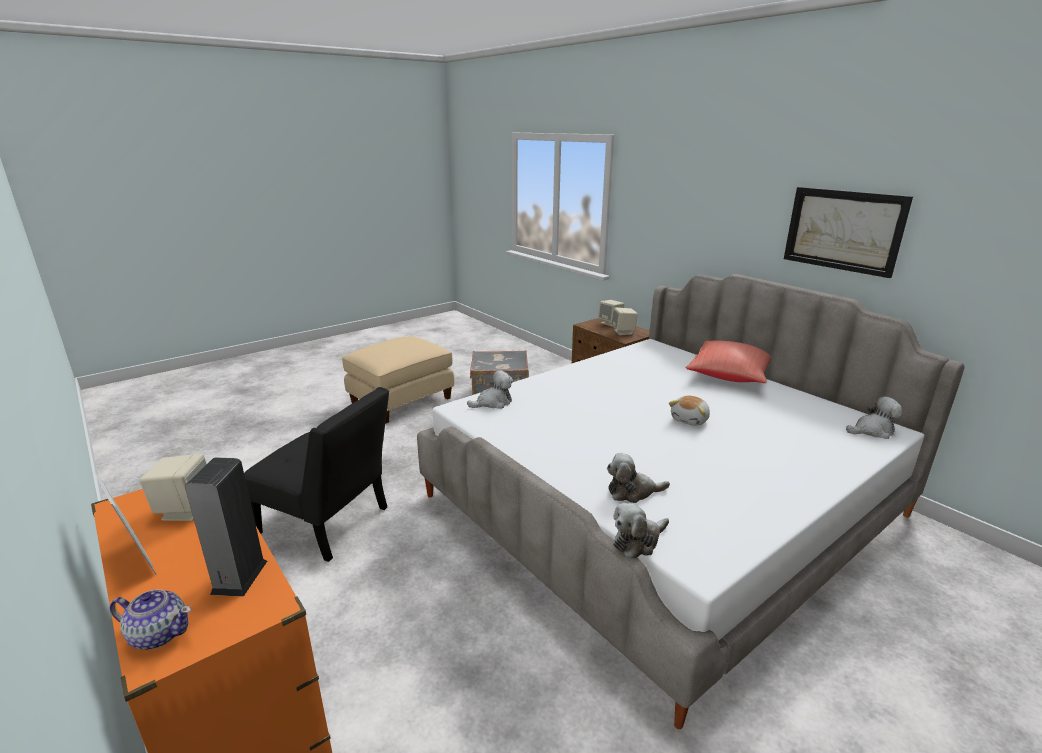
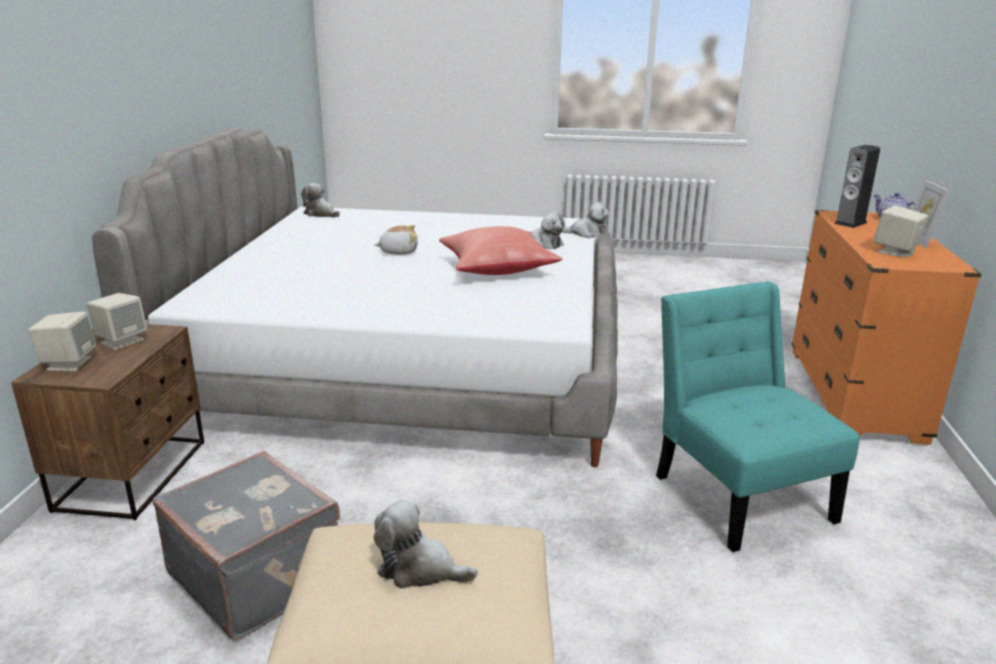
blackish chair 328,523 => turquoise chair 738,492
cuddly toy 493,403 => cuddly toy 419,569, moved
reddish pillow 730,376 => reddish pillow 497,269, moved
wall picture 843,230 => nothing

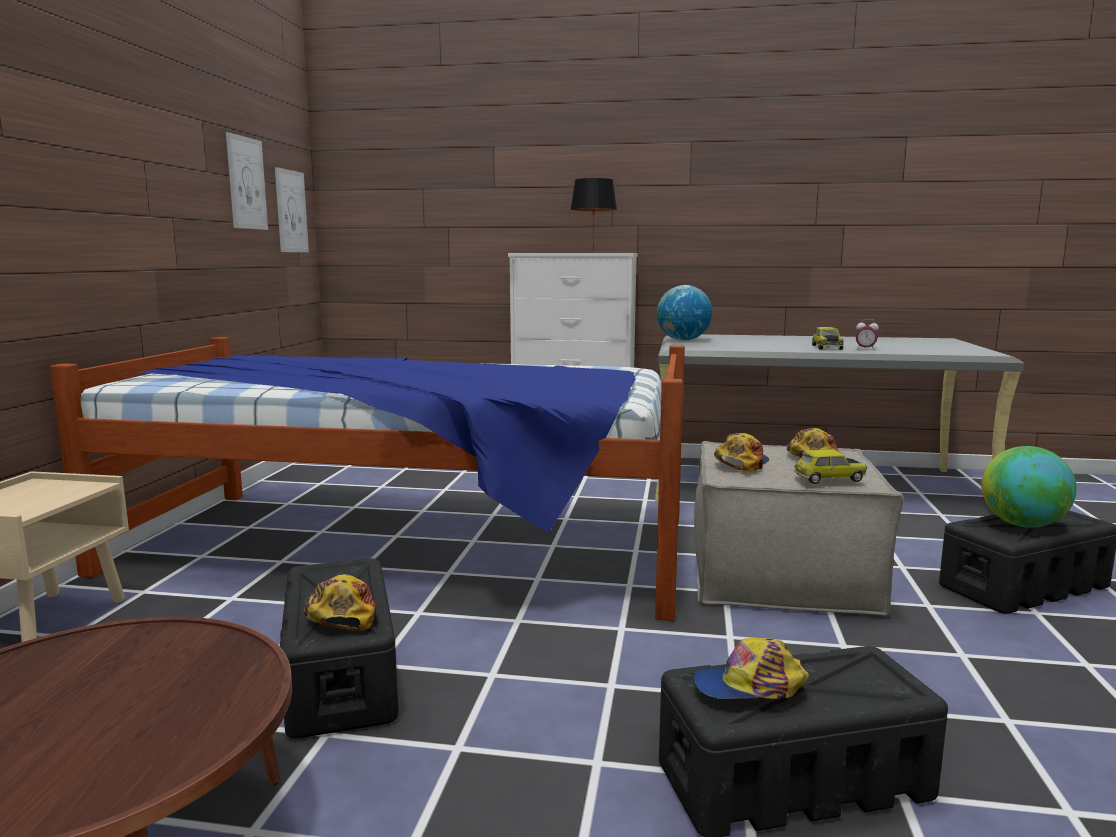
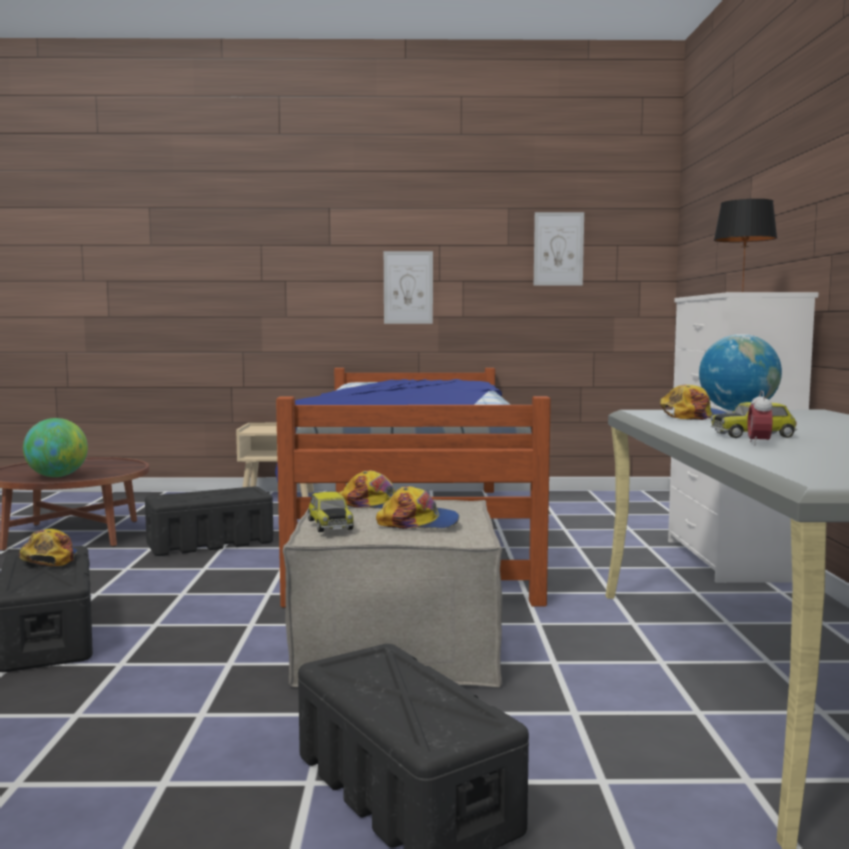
wall picture 291,211 => wall picture 408,287, moved
cap 341,613 => cap 693,416, moved
globe 1022,525 => globe 57,476, moved

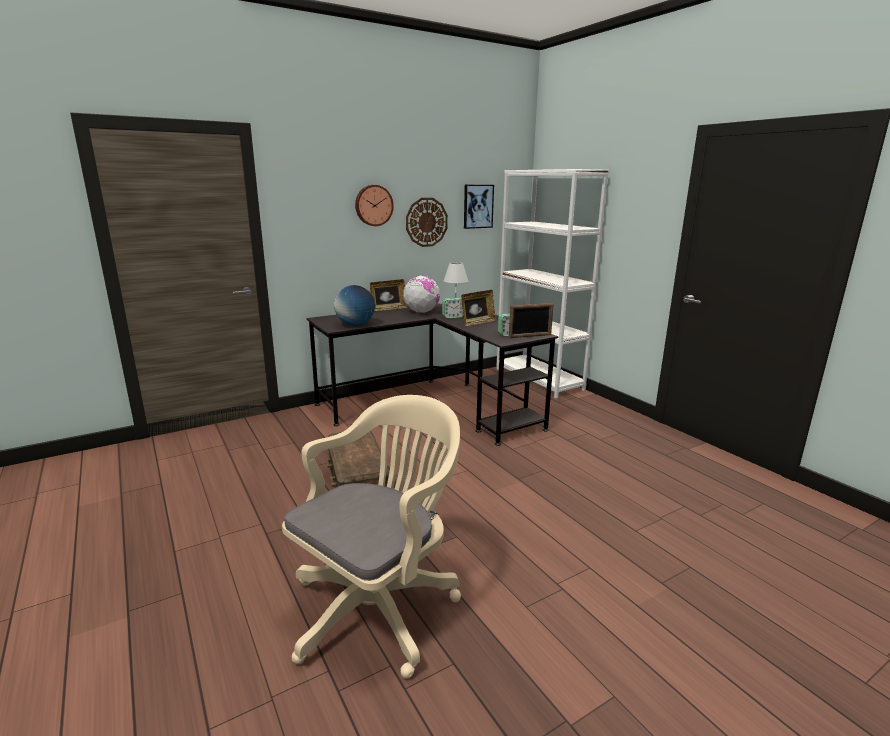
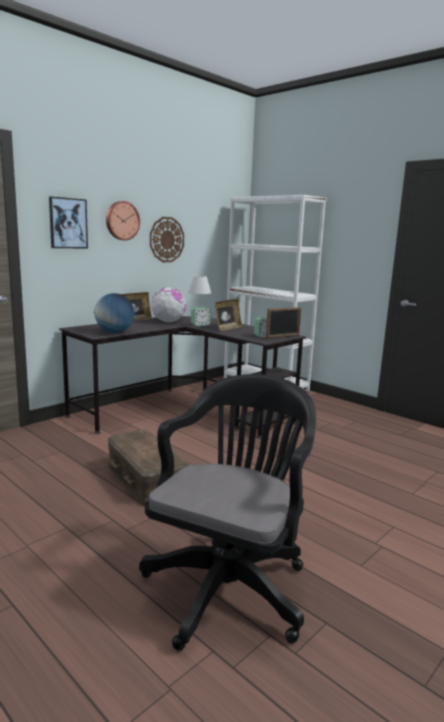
sand-coloured computer chair 380,605 => blackish computer chair 230,584
wall picture 478,206 => wall picture 68,223, moved

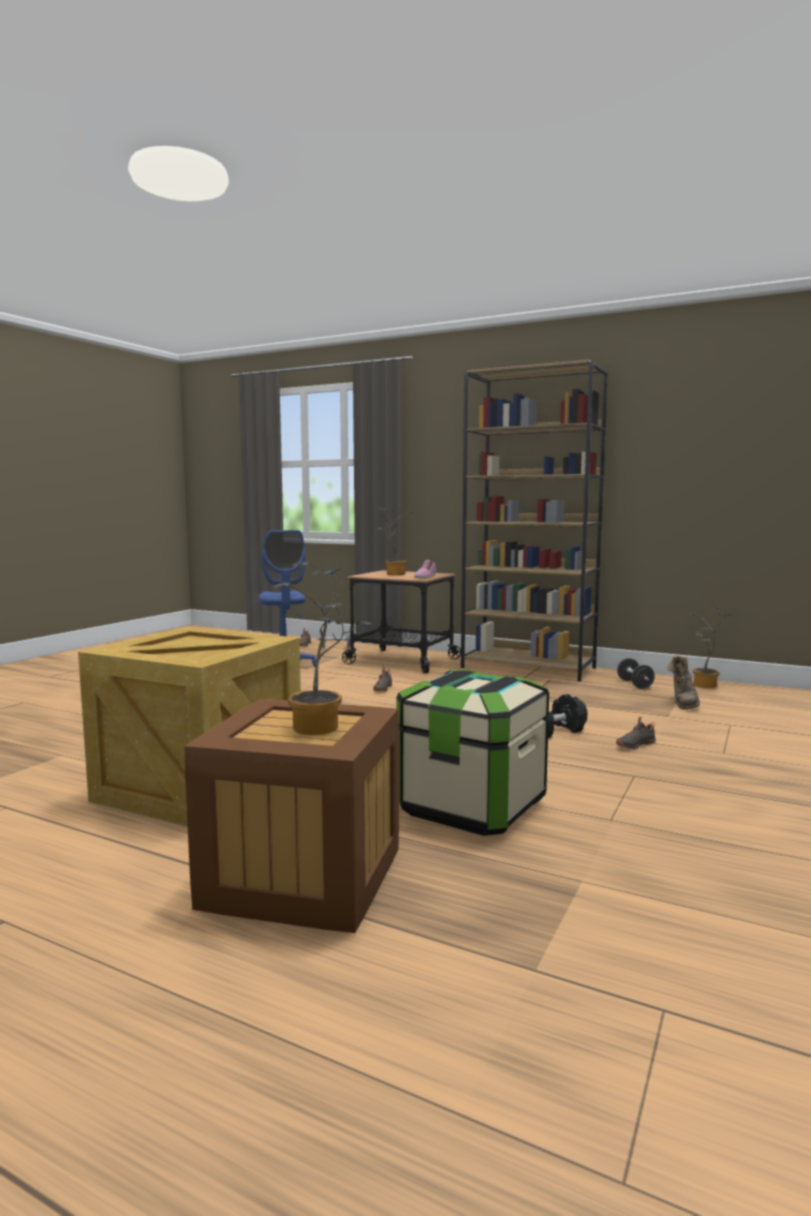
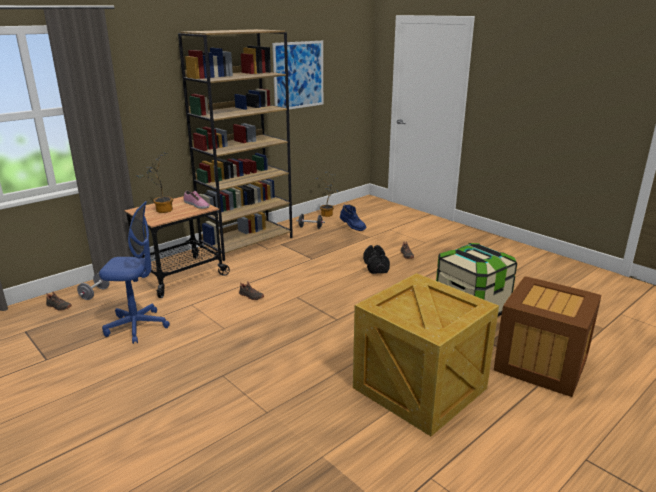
houseplant 322,729 => nothing
brown tall boot 683,703 => blue tall boot 352,228
nothing => wall picture 298,75

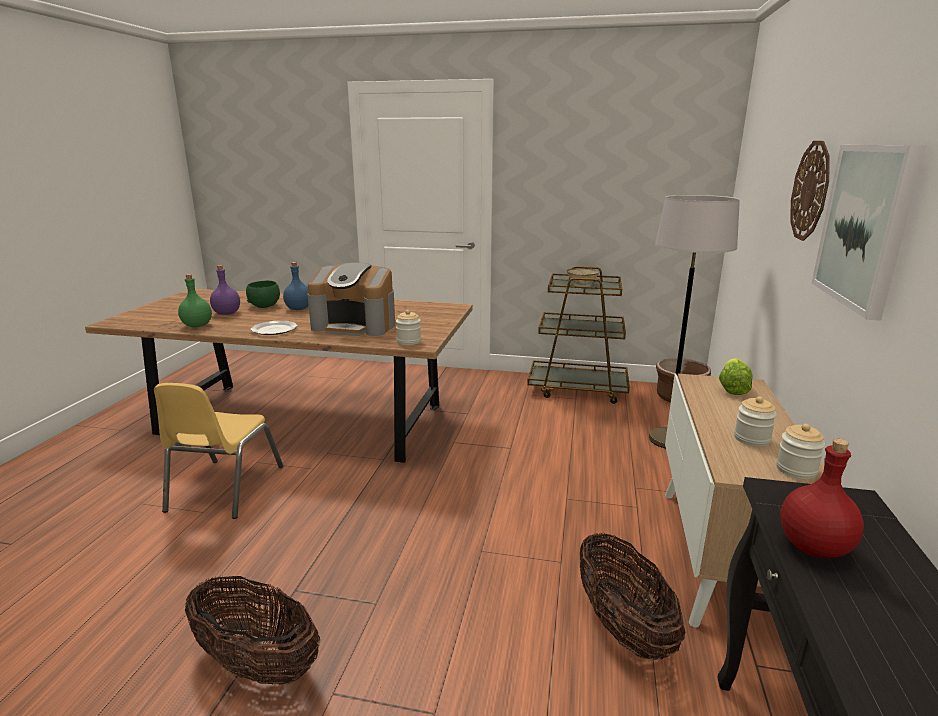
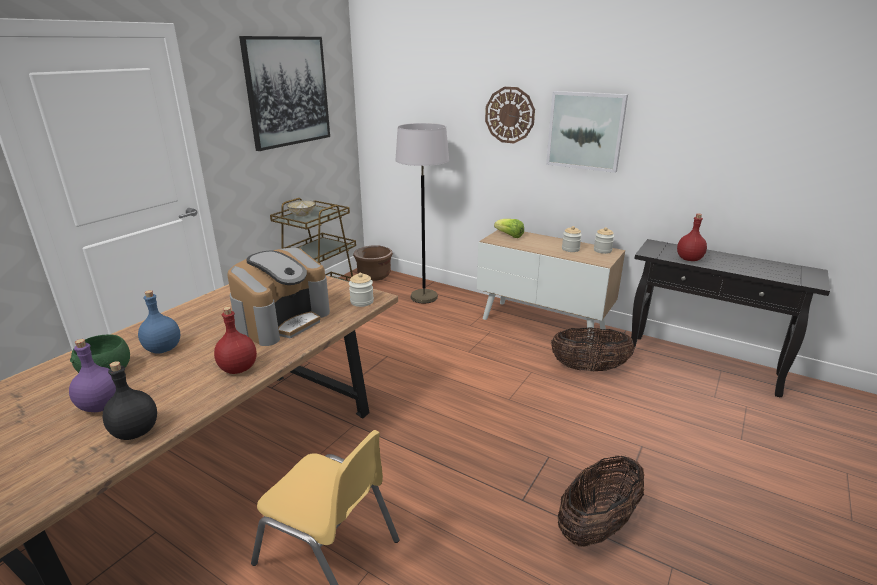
green drink bottle 196,325 => blackish drink bottle 135,432
dinner plate 275,330 => reddish drink bottle 238,368
nothing => wall picture 288,92

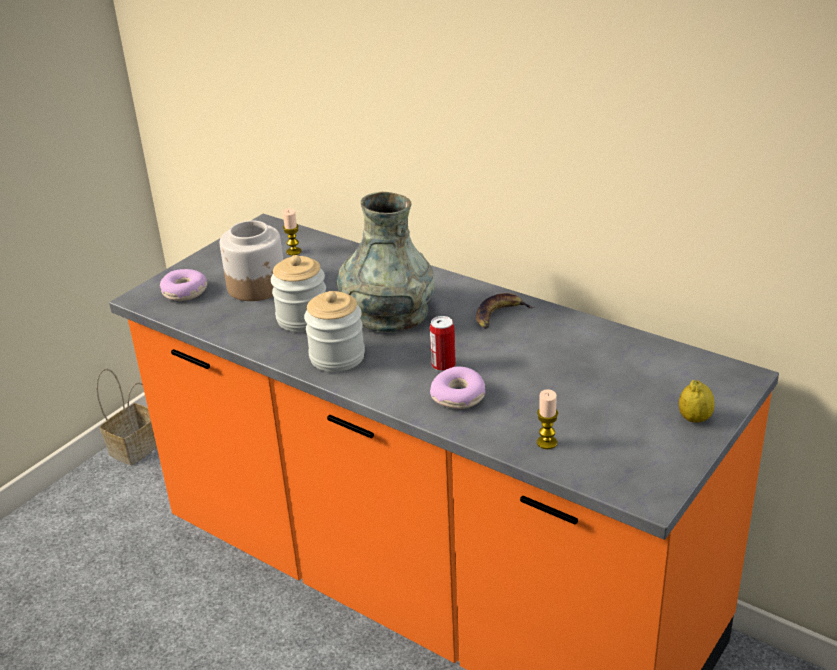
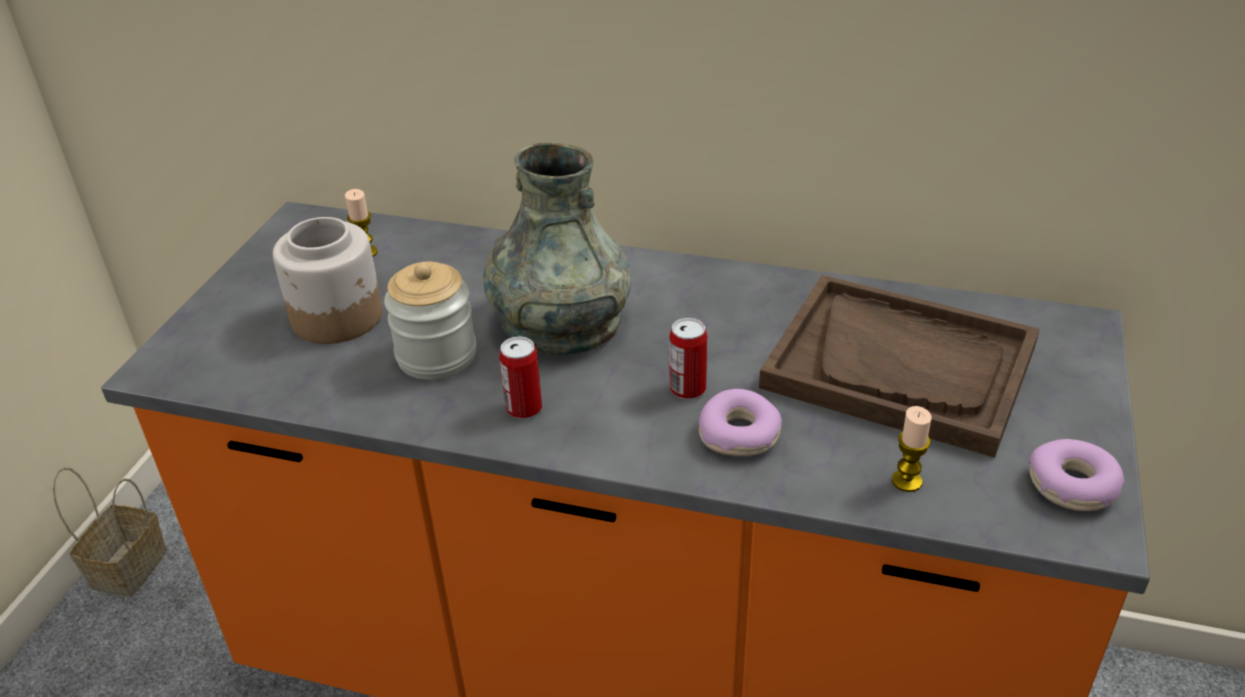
doughnut 184,292 => doughnut 1072,486, moved
jar 337,357 => can 524,408
banana 499,315 => nothing
citrus fruit 694,419 => nothing
nothing => brown serving tray 900,367

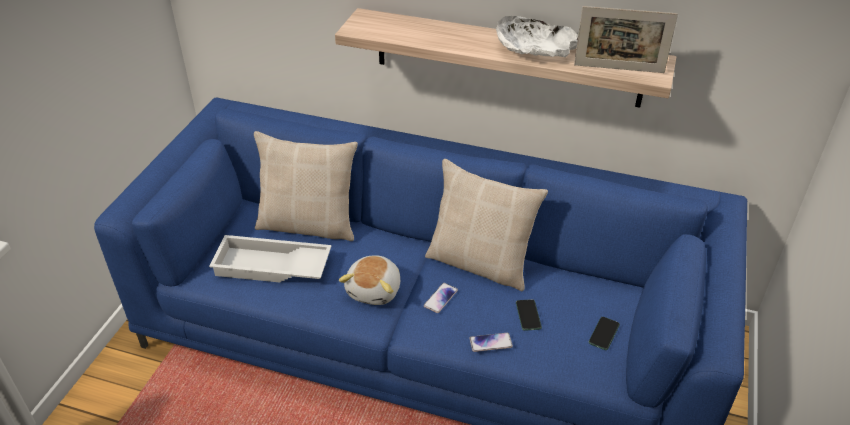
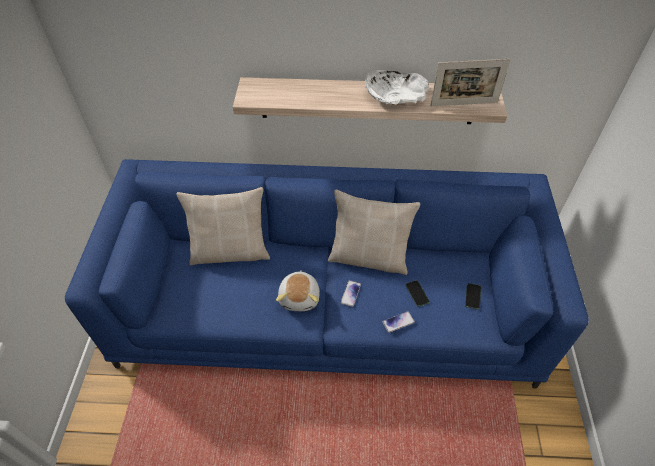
whitish serving tray 271,267 => nothing

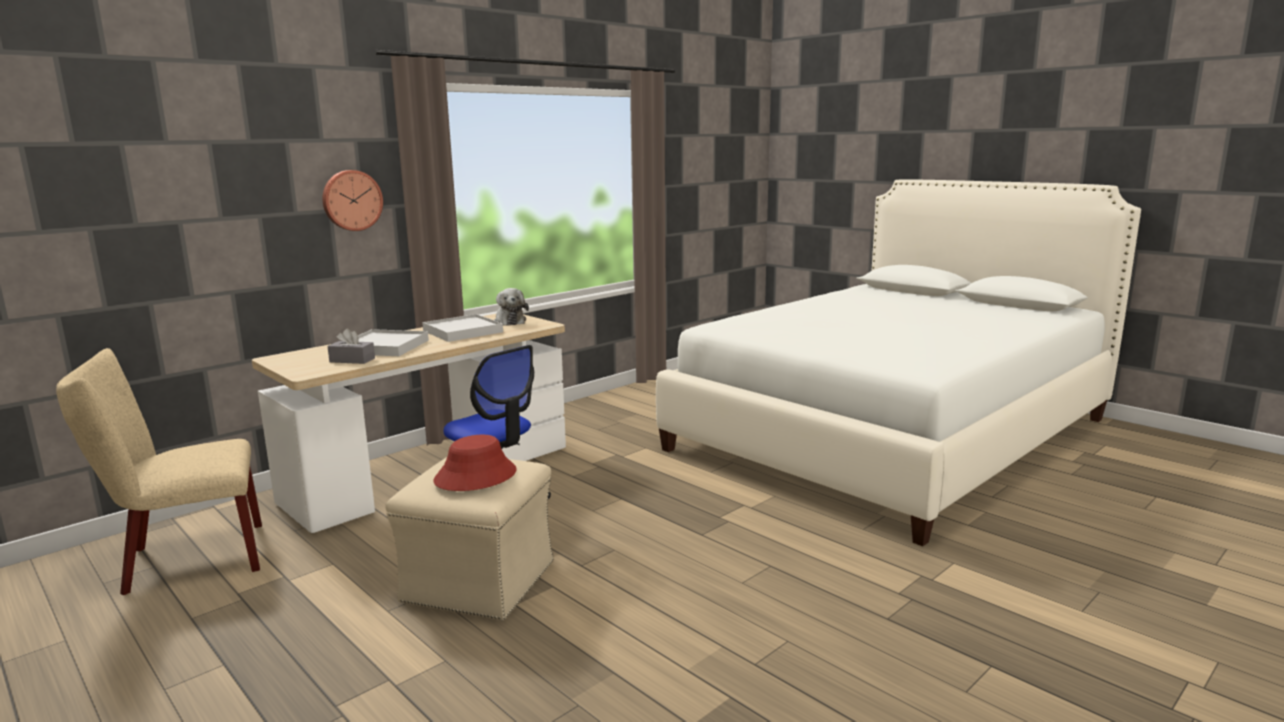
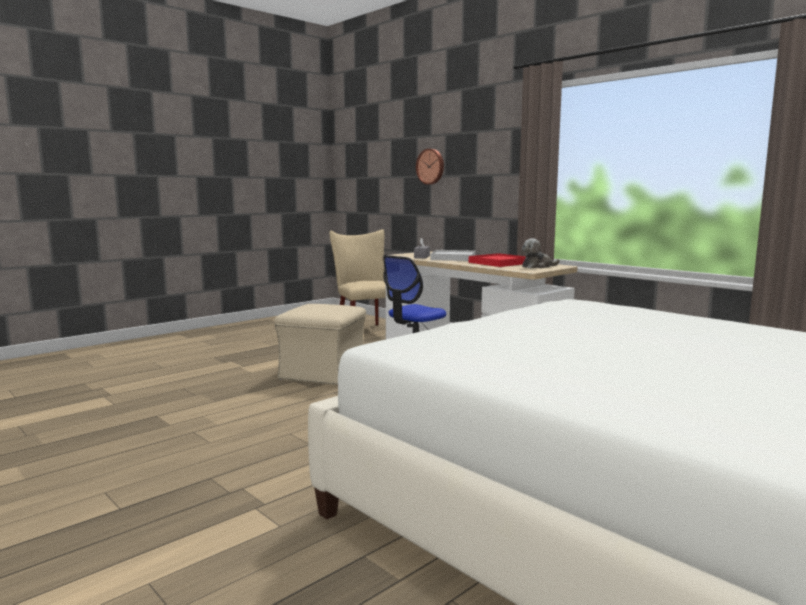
wall clock 351,200 => wall clock 431,166, moved
whitish serving tray 462,331 => reddish serving tray 499,263
reddish wearable hat 475,476 => nothing

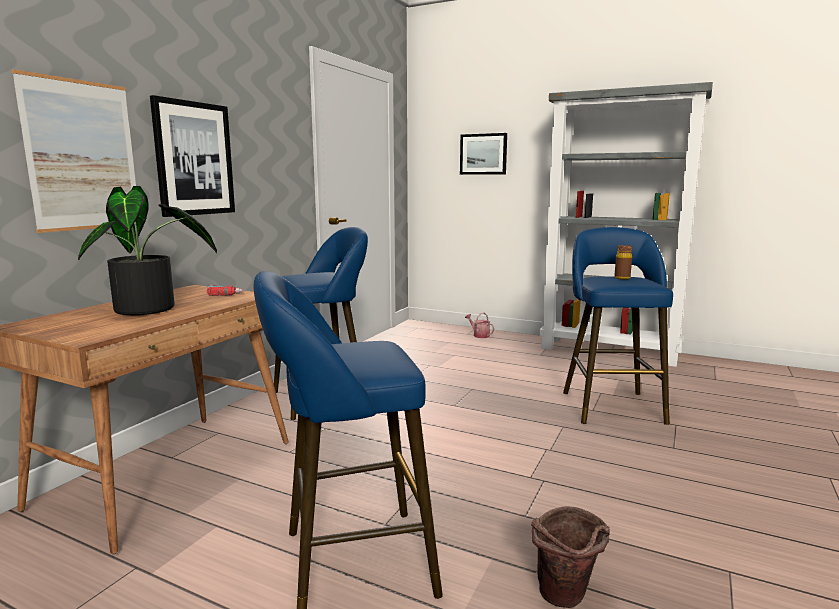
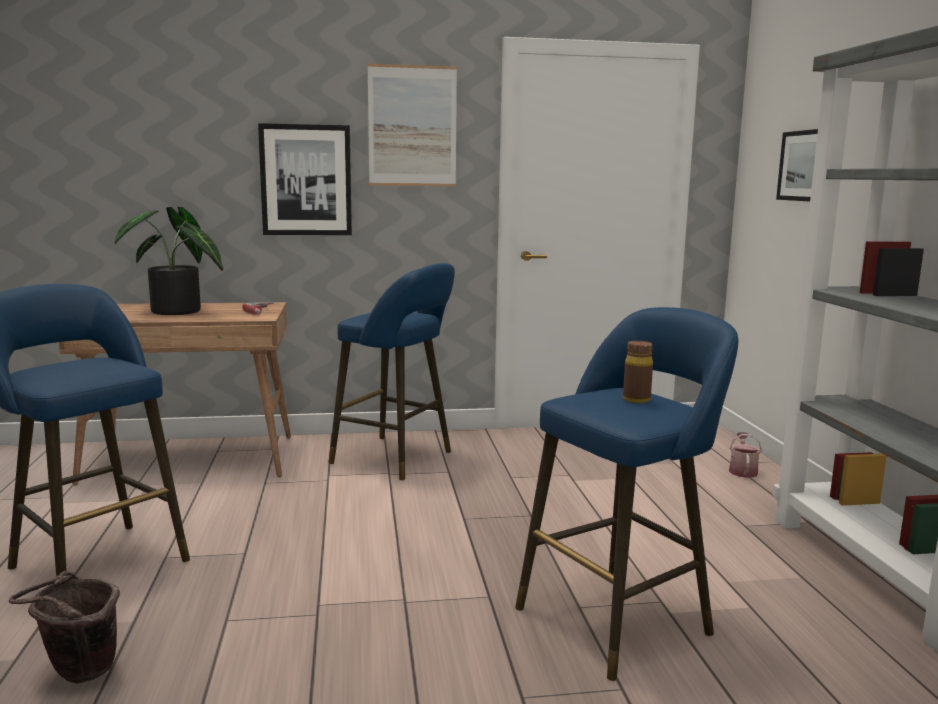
wall picture 82,156 => wall picture 412,126, moved

